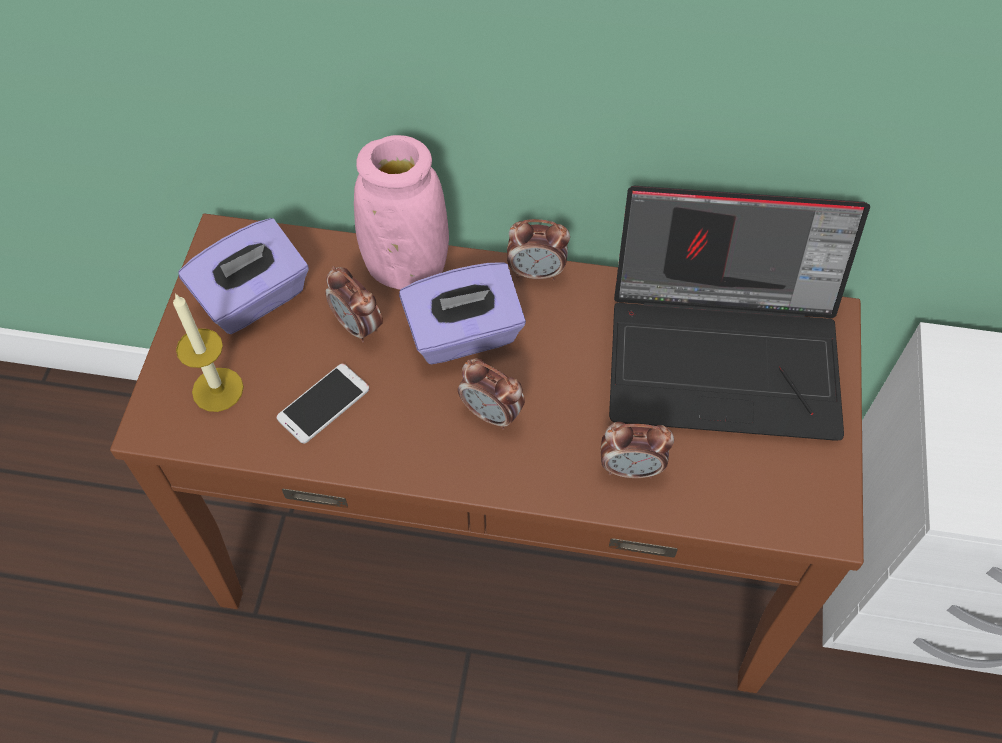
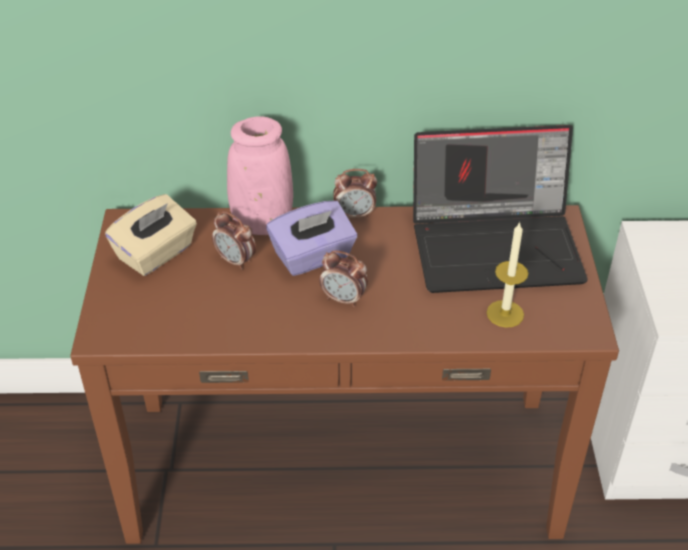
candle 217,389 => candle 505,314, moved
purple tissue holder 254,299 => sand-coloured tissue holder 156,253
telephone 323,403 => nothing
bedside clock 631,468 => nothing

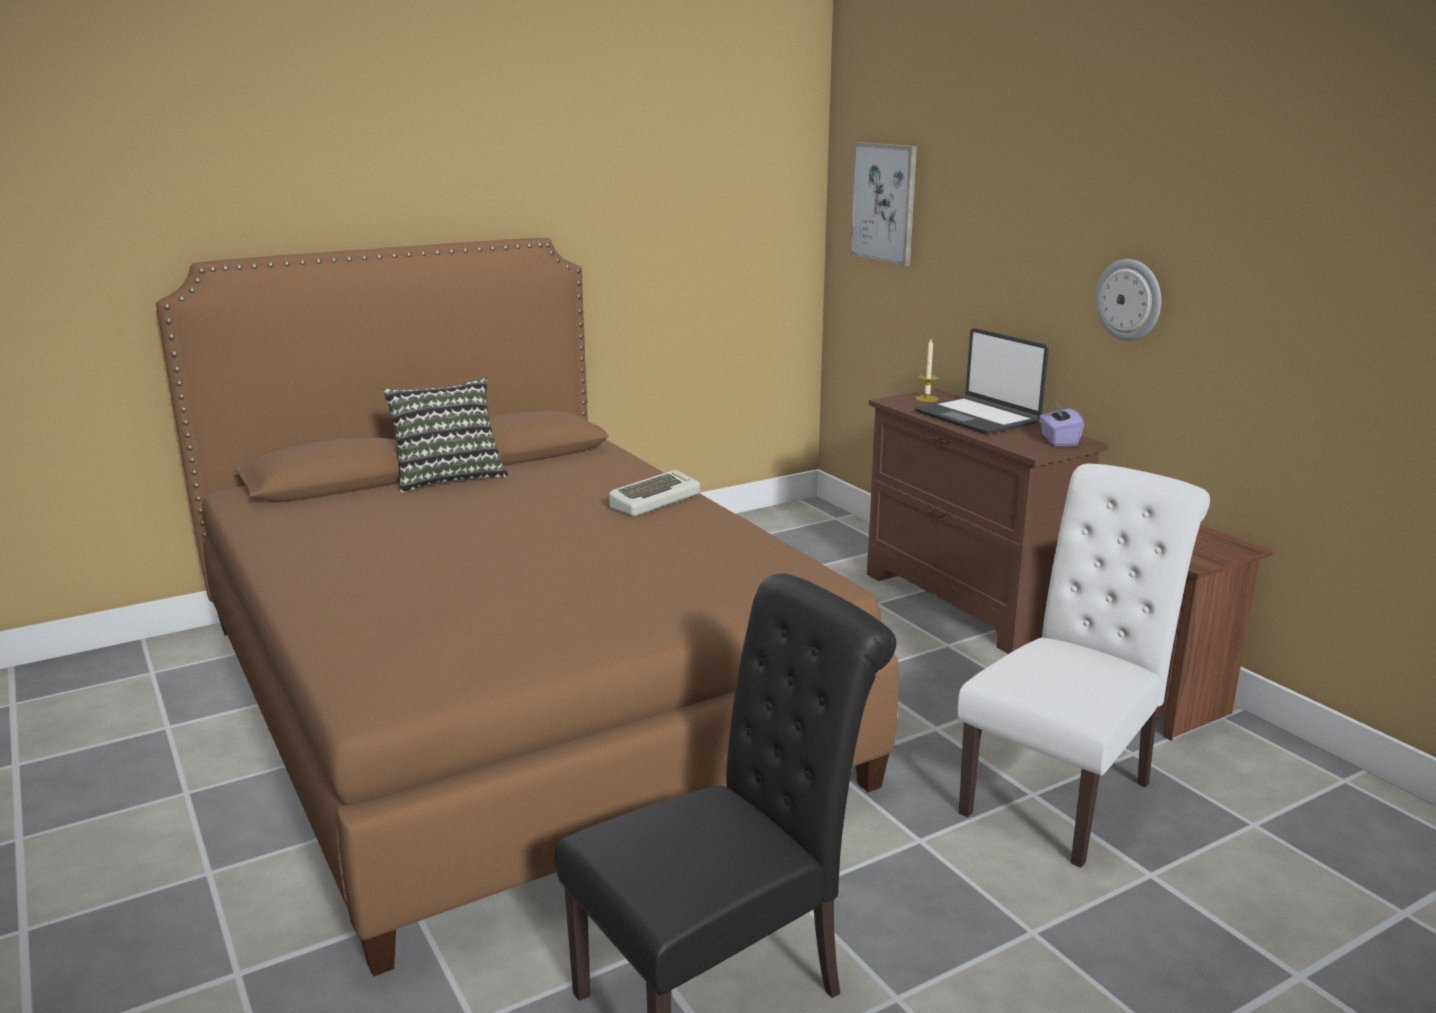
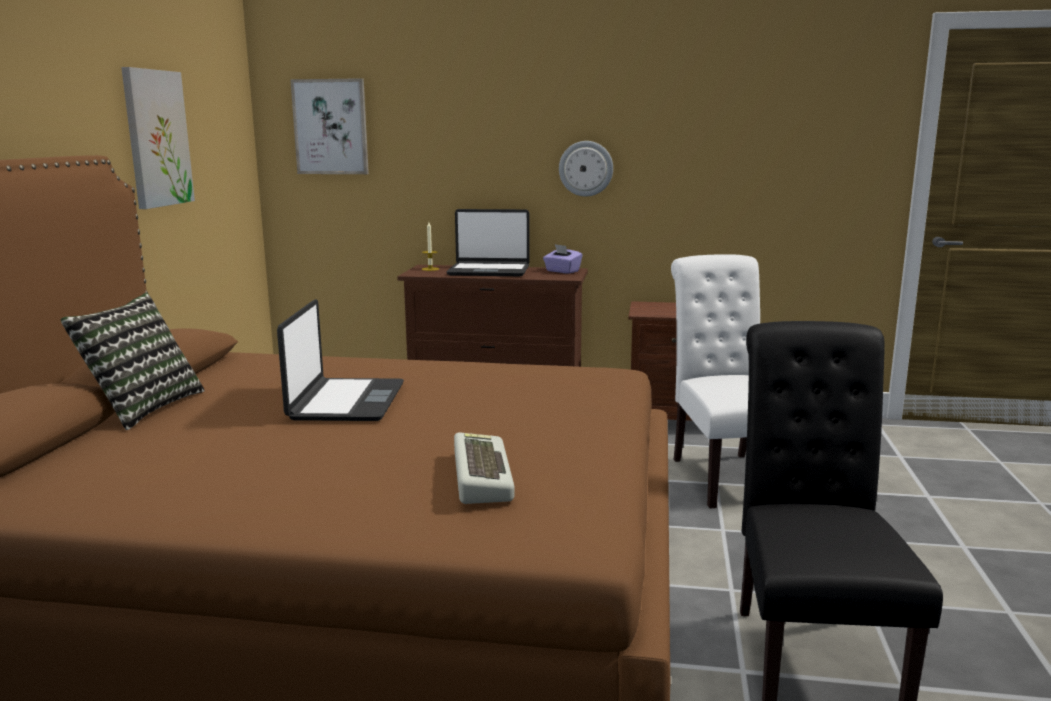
keyboard 654,500 => keyboard 479,476, moved
nothing => wall picture 156,138
nothing => portable computer 345,402

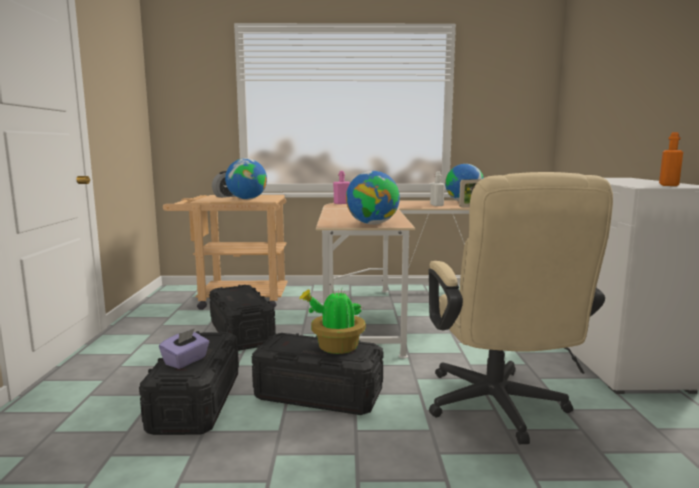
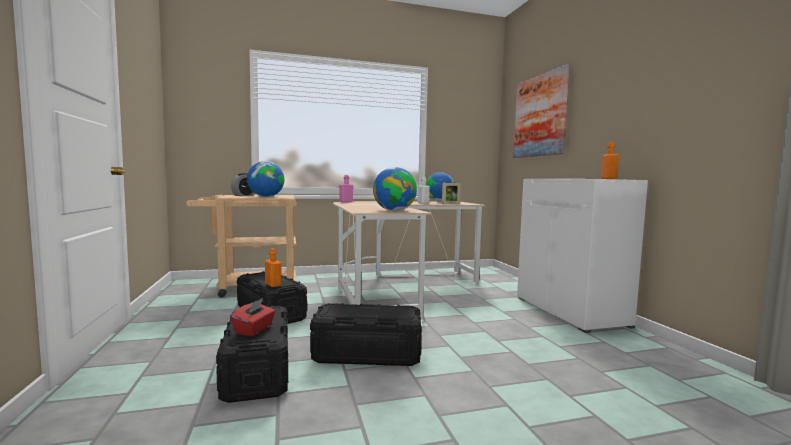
purple tissue holder 186,361 => reddish tissue holder 254,330
houseplant 336,348 => nothing
sand-coloured computer chair 498,410 => nothing
nothing => orangey drink bottle 273,285
nothing => wall picture 540,116

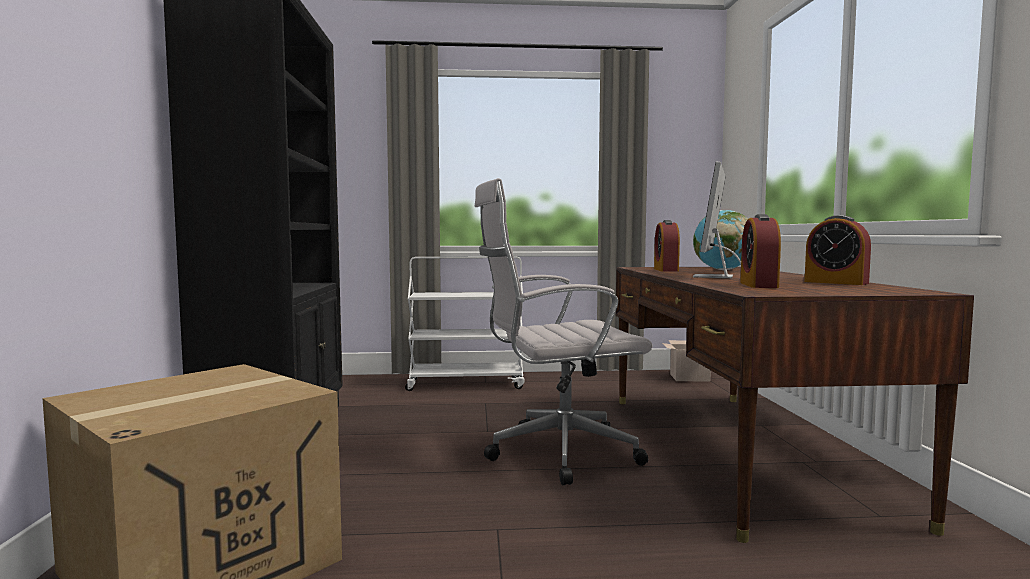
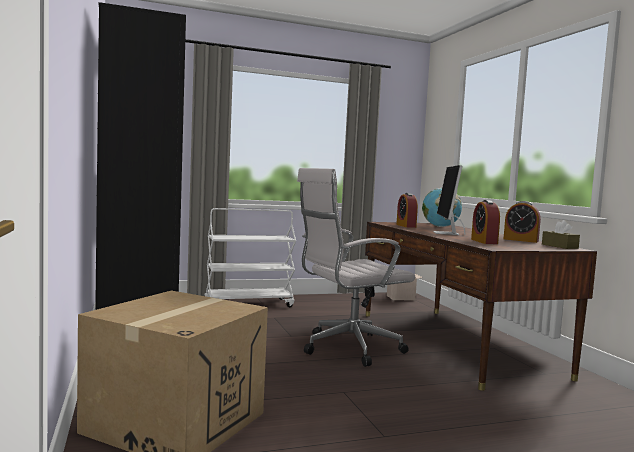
nothing => brown tissue holder 559,246

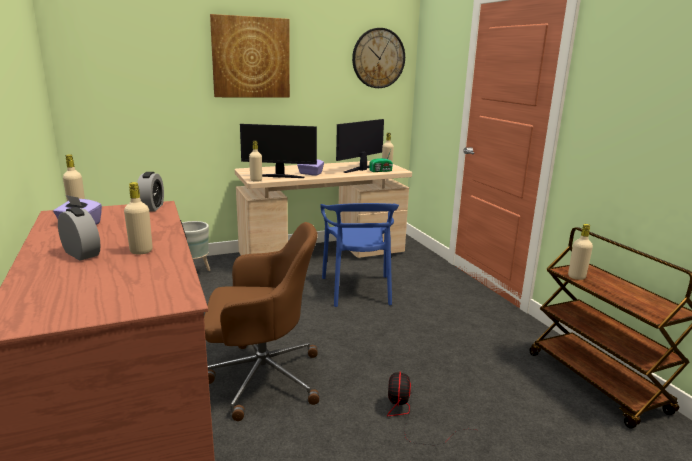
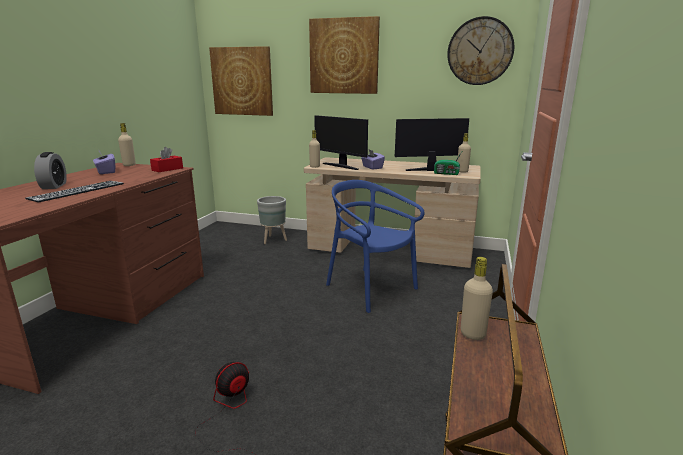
sand-coloured drink bottle 141,251 => keyboard 77,191
bedside clock 152,207 => reddish tissue holder 167,169
brown computer chair 261,377 => nothing
blue chair 358,290 => blue chair 370,288, 105 degrees clockwise
nothing => wall picture 242,81

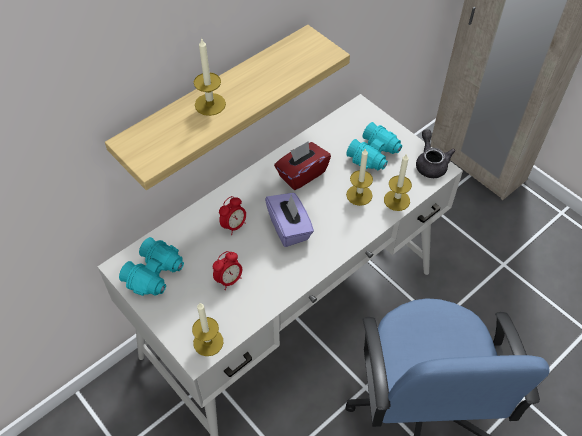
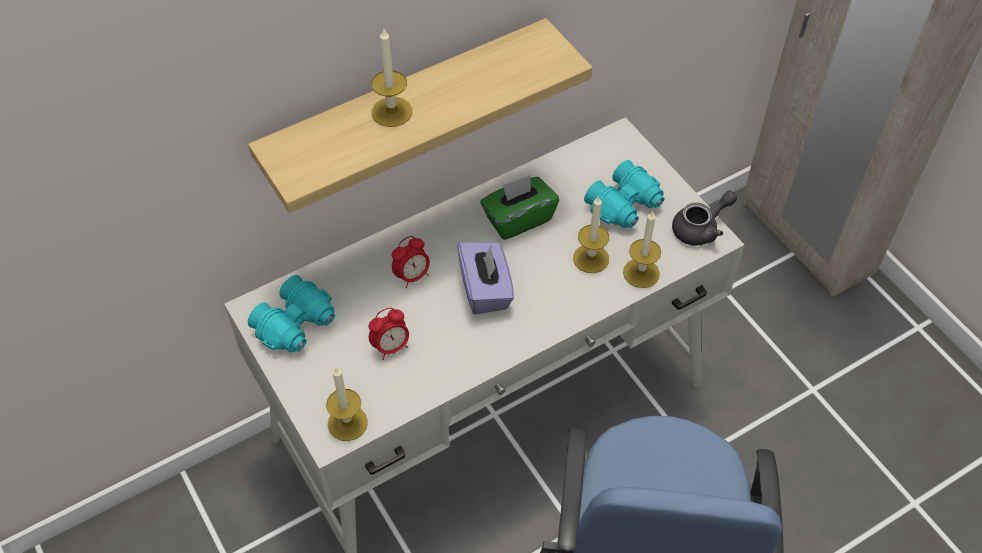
reddish tissue holder 301,174 => green tissue holder 518,219
grey tea pot 430,163 => grey tea pot 701,228, 60 degrees clockwise

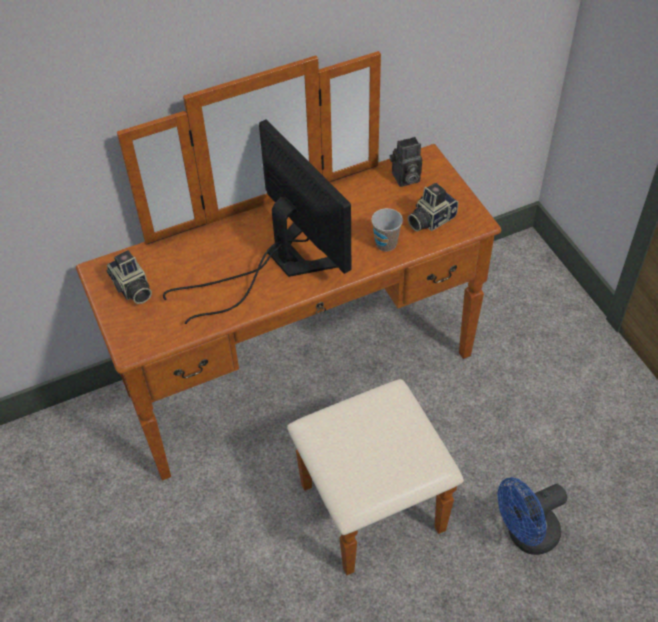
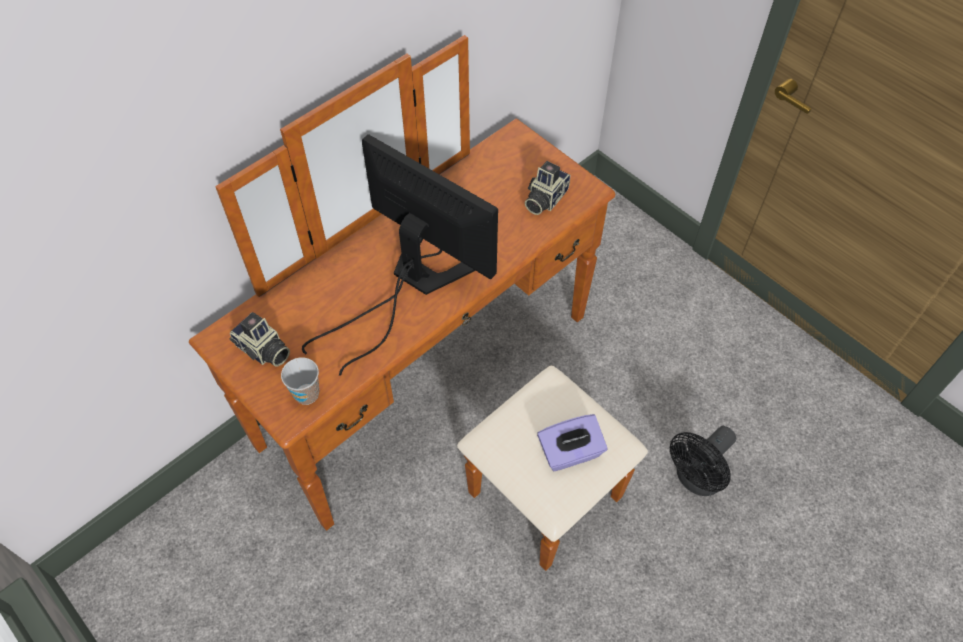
small cup 386,244 => small cup 307,394, moved
photo camera 405,179 => nothing
blue electric fan 525,535 => blackish electric fan 695,479
nothing => purple tissue holder 570,453

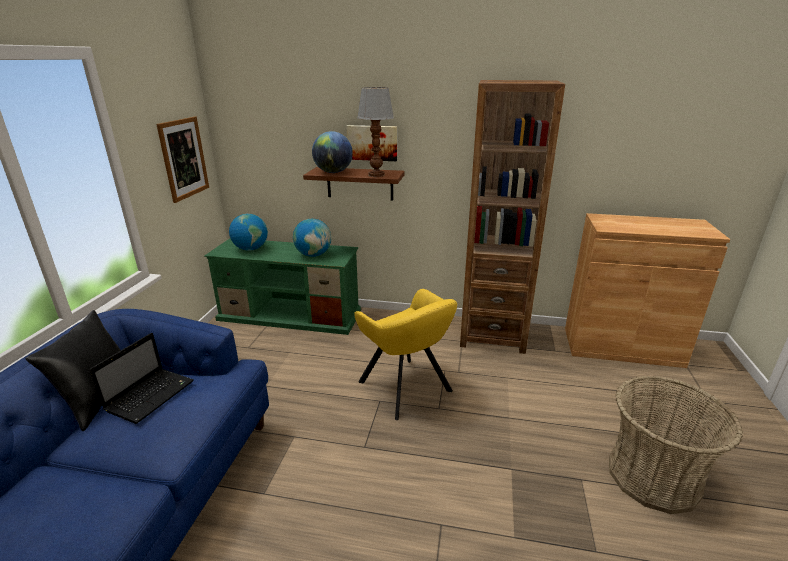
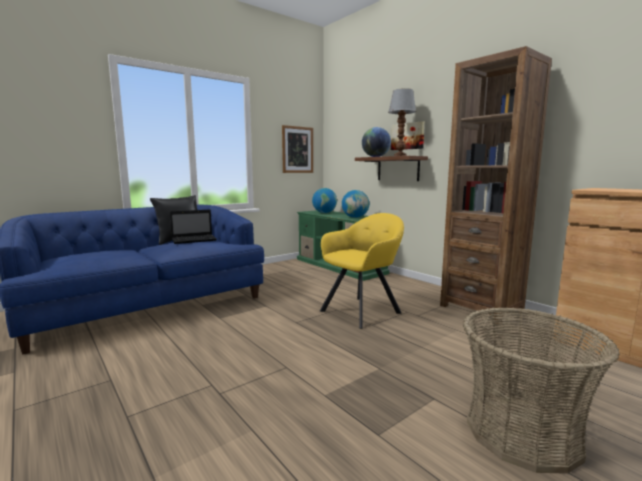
yellow-coloured easy chair 406,389 => yellow-coloured easy chair 363,311, 135 degrees counterclockwise

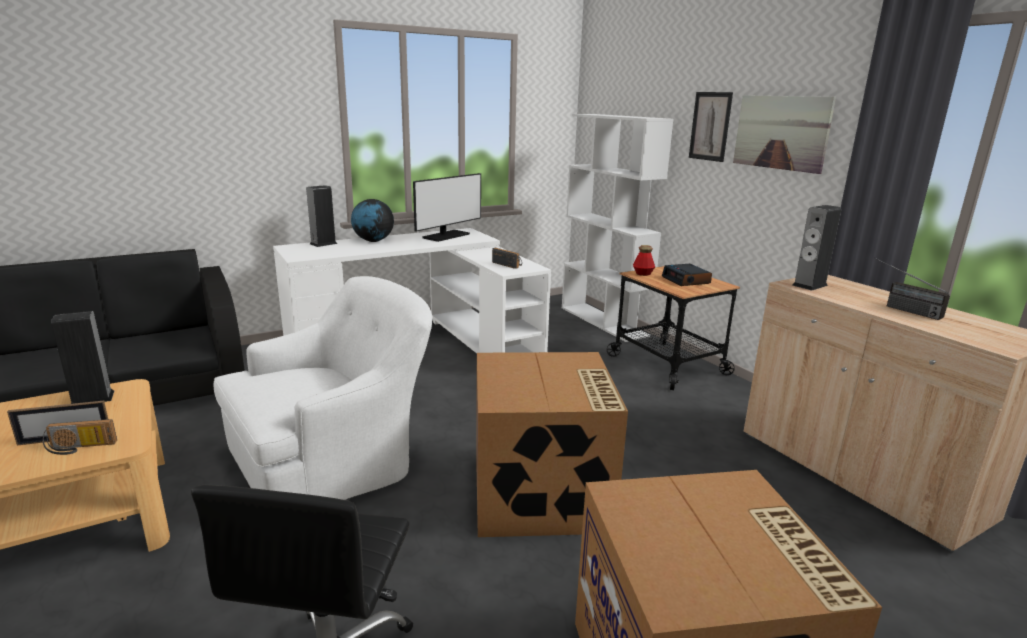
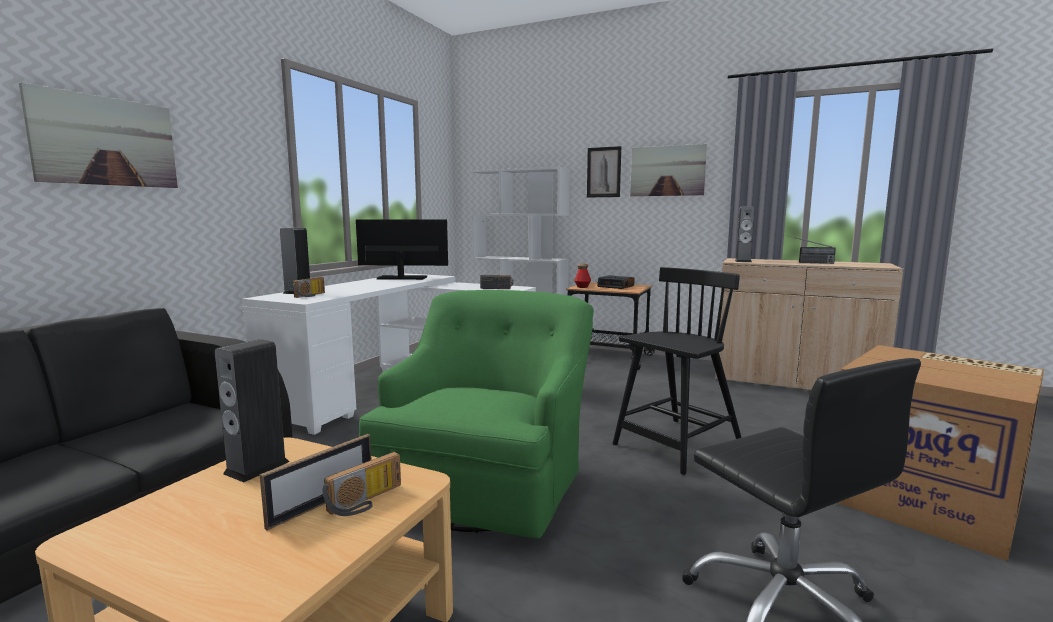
whitish easy chair 335,459 => green easy chair 487,481
globe 373,241 => nothing
computer display 446,236 => computer display 402,278, 90 degrees counterclockwise
cardboard box 542,494 => blackish chair 676,445
nothing => wall picture 106,141
nothing => radio receiver 311,295

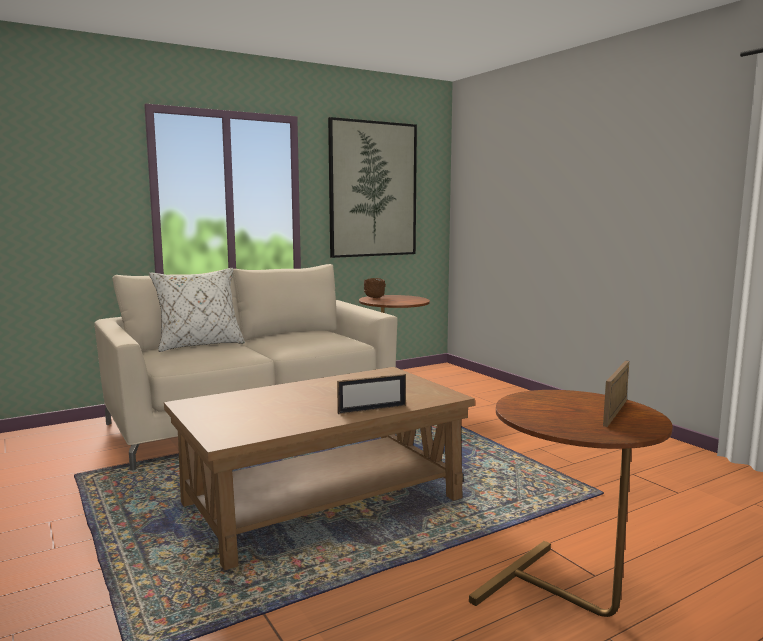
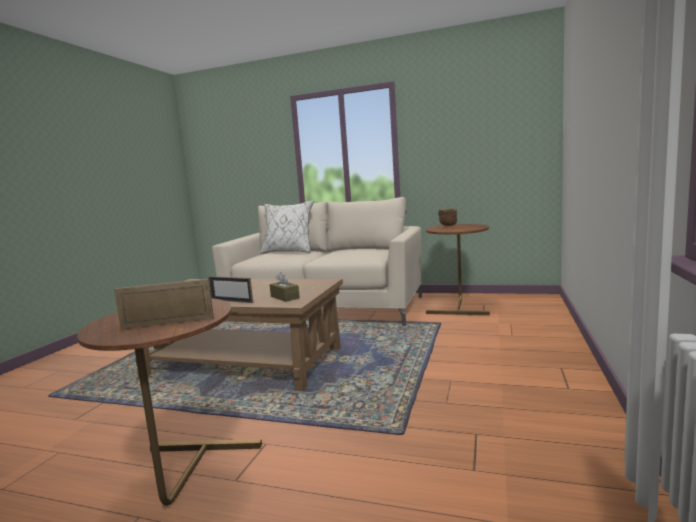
wall picture 373,189 => nothing
nothing => brown tissue holder 285,297

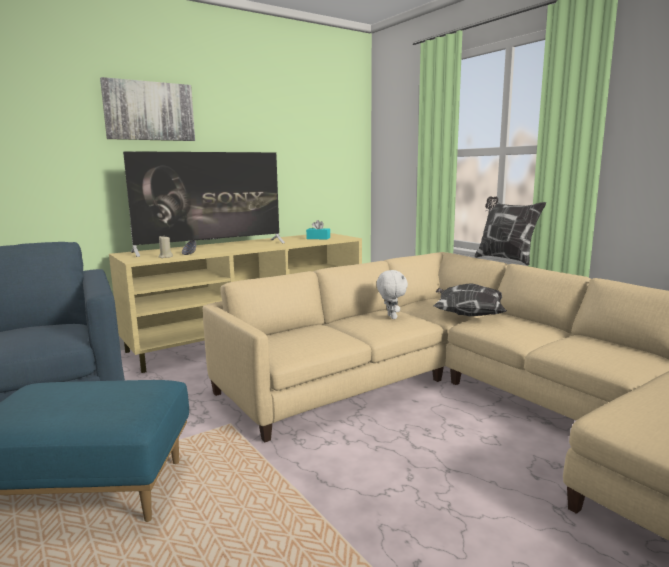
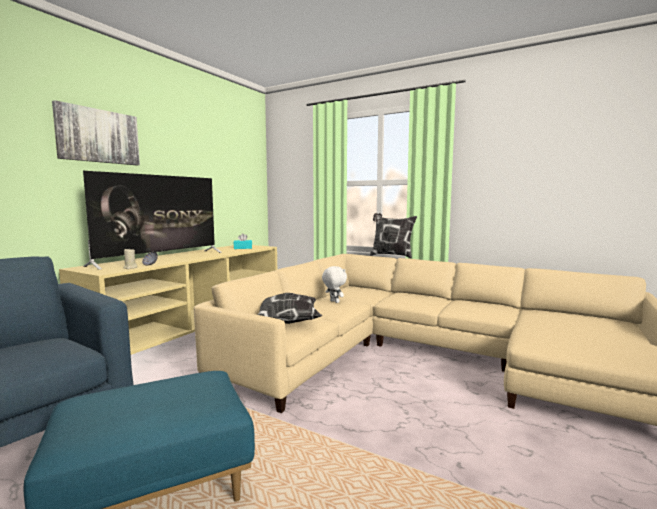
pillow 468,315 => pillow 286,322, moved

